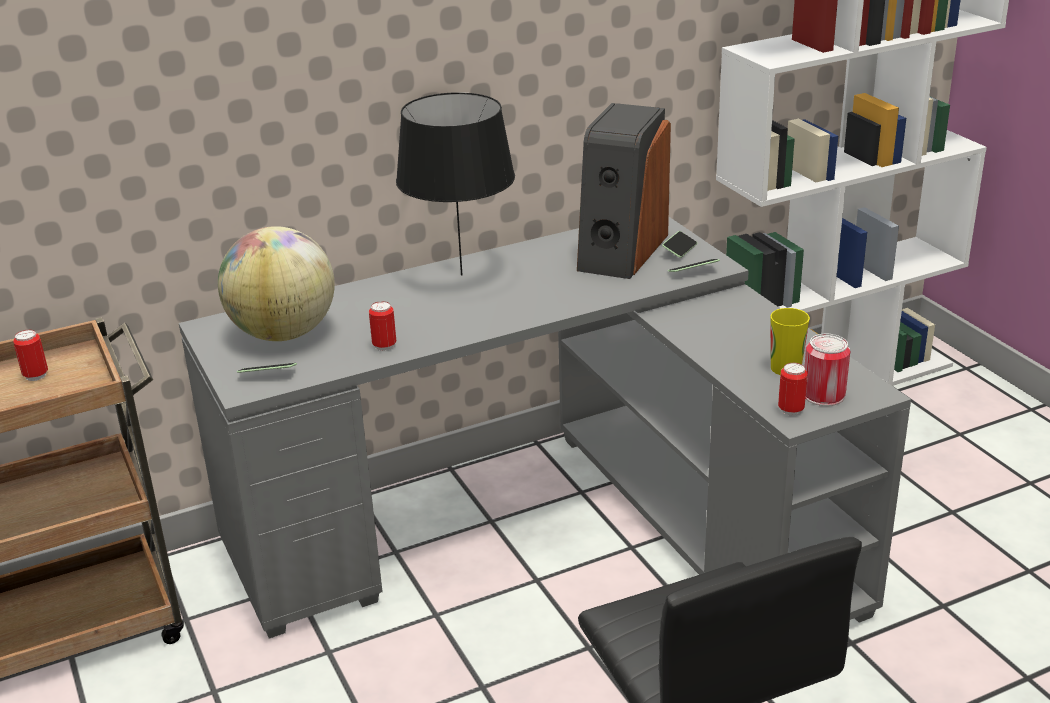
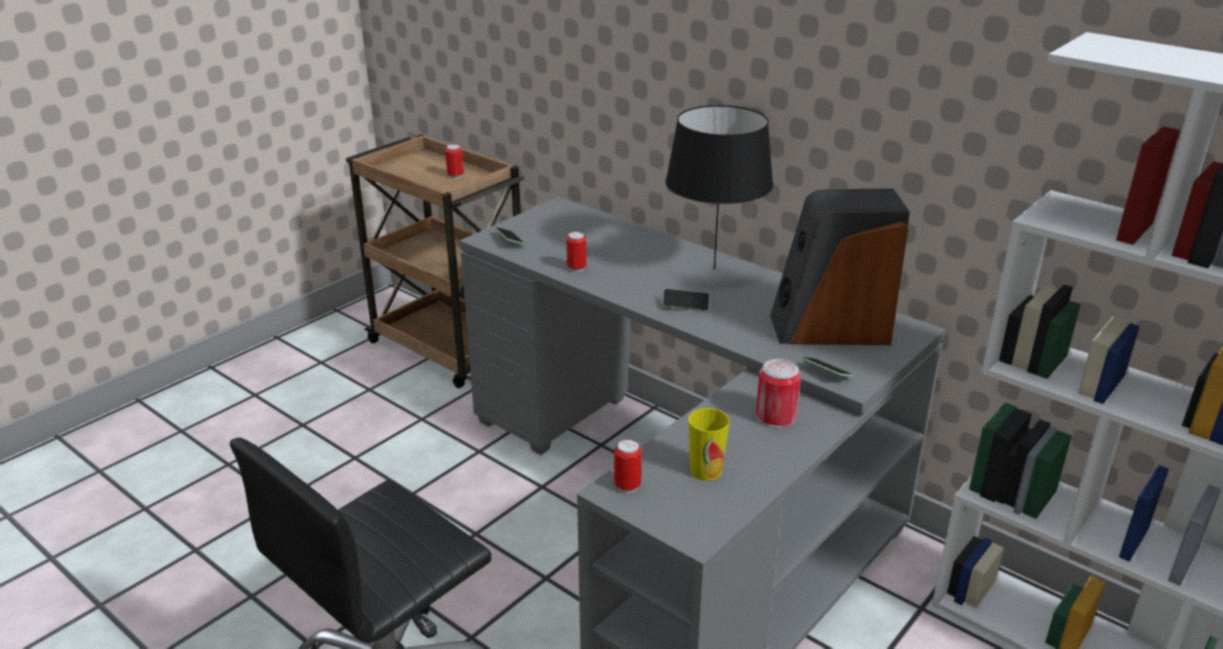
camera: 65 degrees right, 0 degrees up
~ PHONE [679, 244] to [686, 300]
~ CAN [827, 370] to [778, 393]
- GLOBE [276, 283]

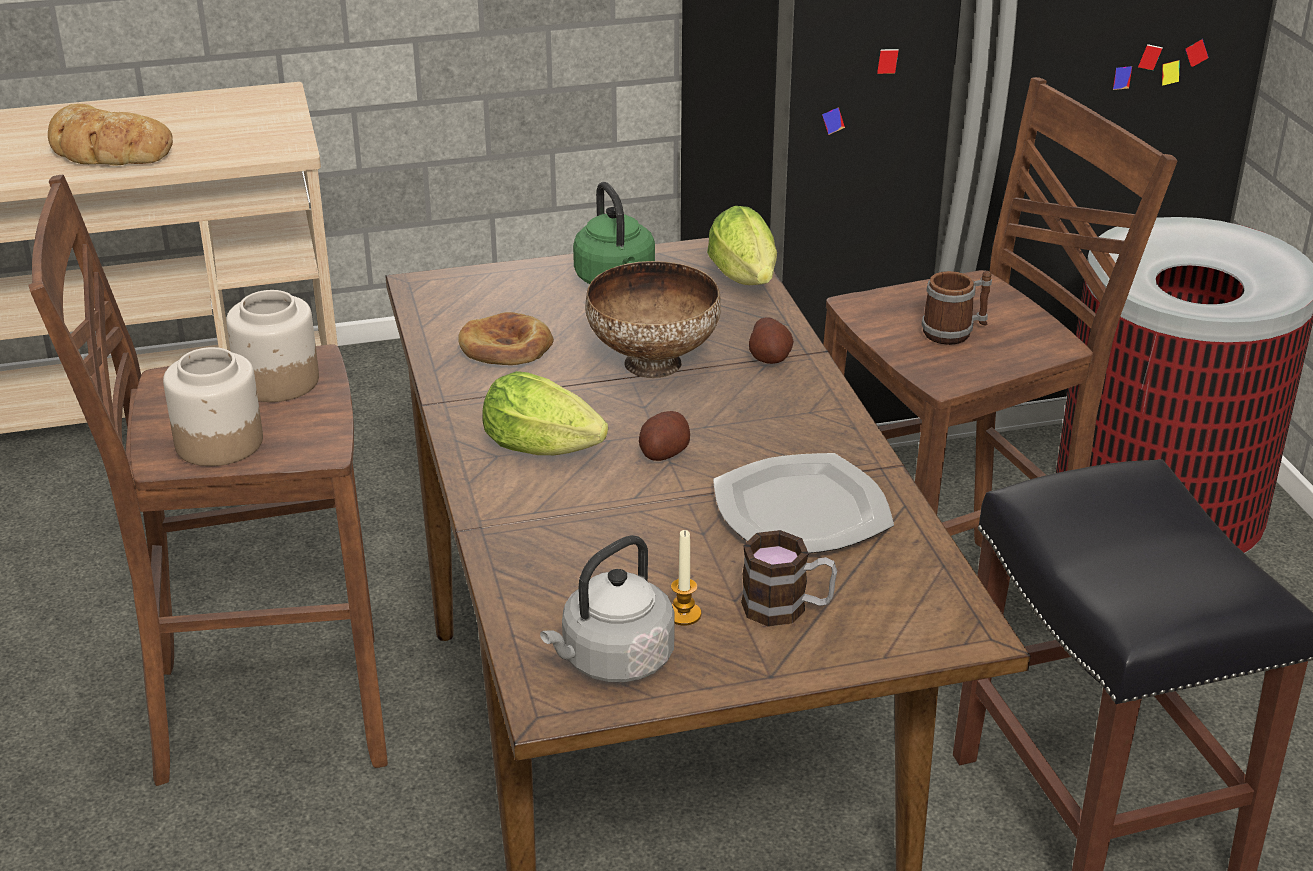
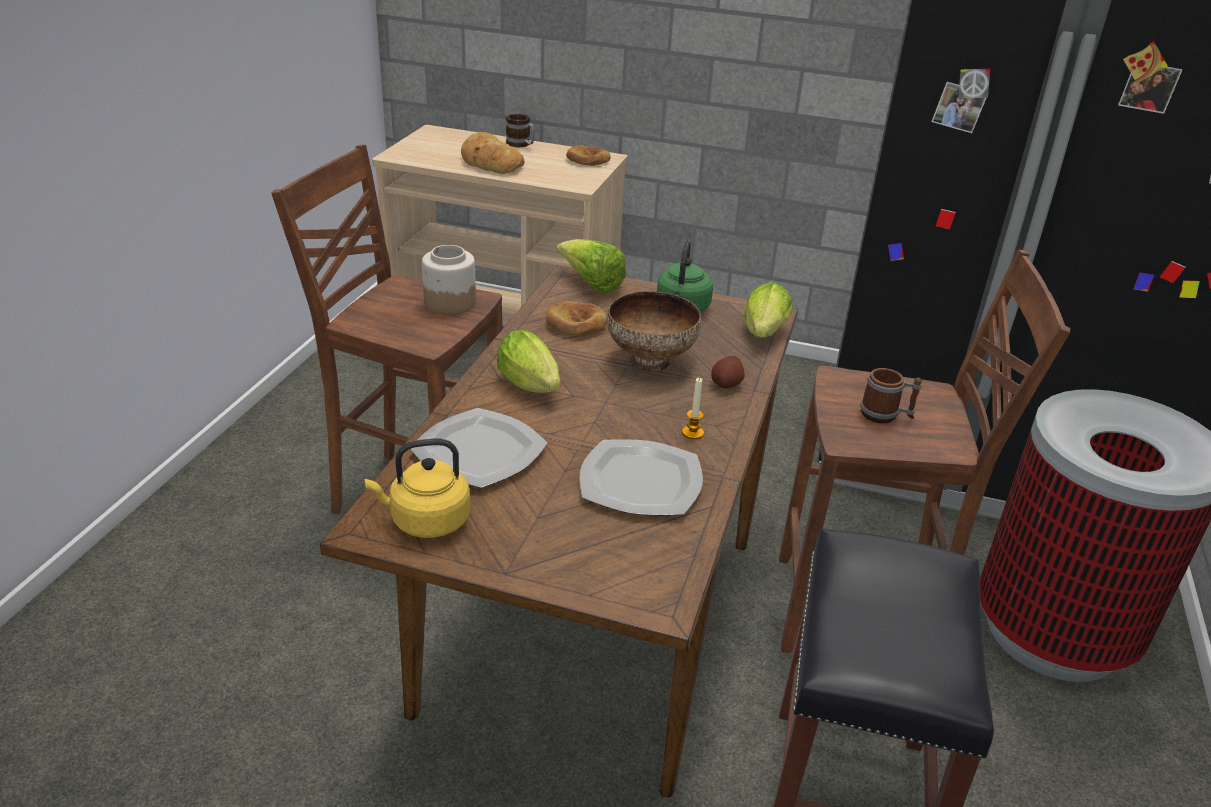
camera: 30 degrees right, 0 degrees up
~ GREY KETTLE [607, 608] to YELLOW KETTLE [417, 488]
+ PLATE [479, 448]
~ MUG [789, 578] to [520, 131]
+ LETTUCE [591, 266]
+ BREAD [588, 155]
~ CANDLE [686, 577] to [693, 408]
- JAR [213, 406]
- POTATO [664, 436]

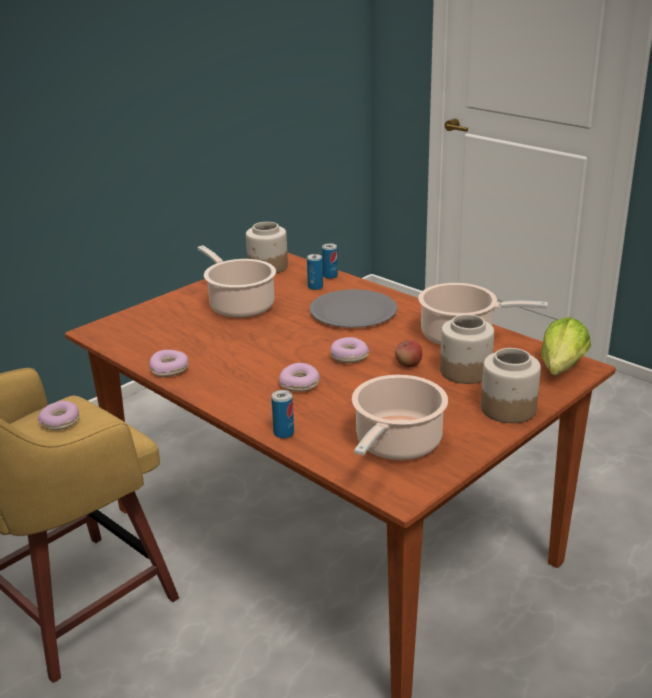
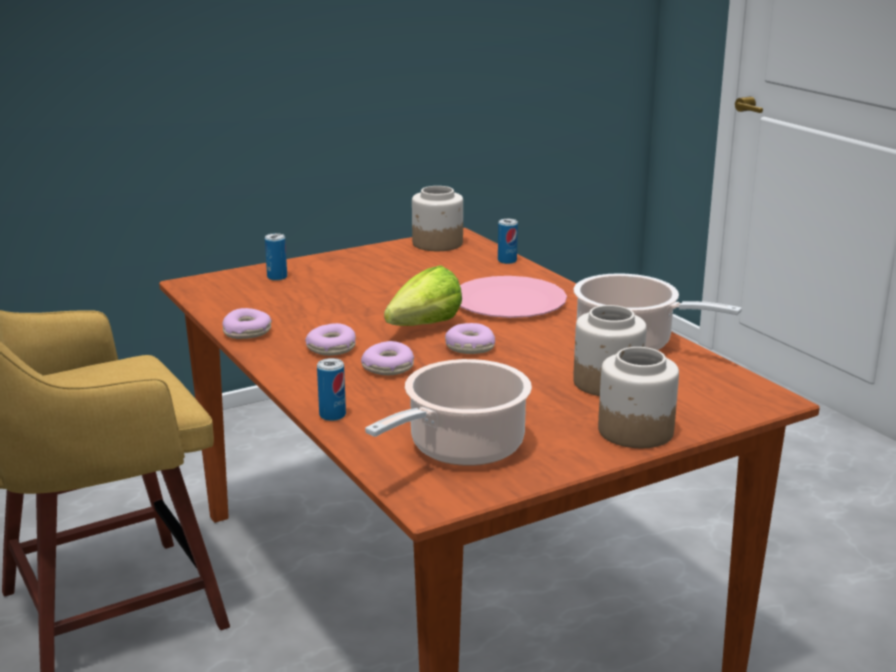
camera: 15 degrees right, 5 degrees down
~ CAN [315, 272] to [276, 257]
~ DONUT [58, 415] to [330, 339]
~ LETTUCE [566, 346] to [423, 295]
~ GREY PLATE [354, 308] to PINK PLATE [513, 297]
- COOKING POT [236, 282]
- APPLE [408, 353]

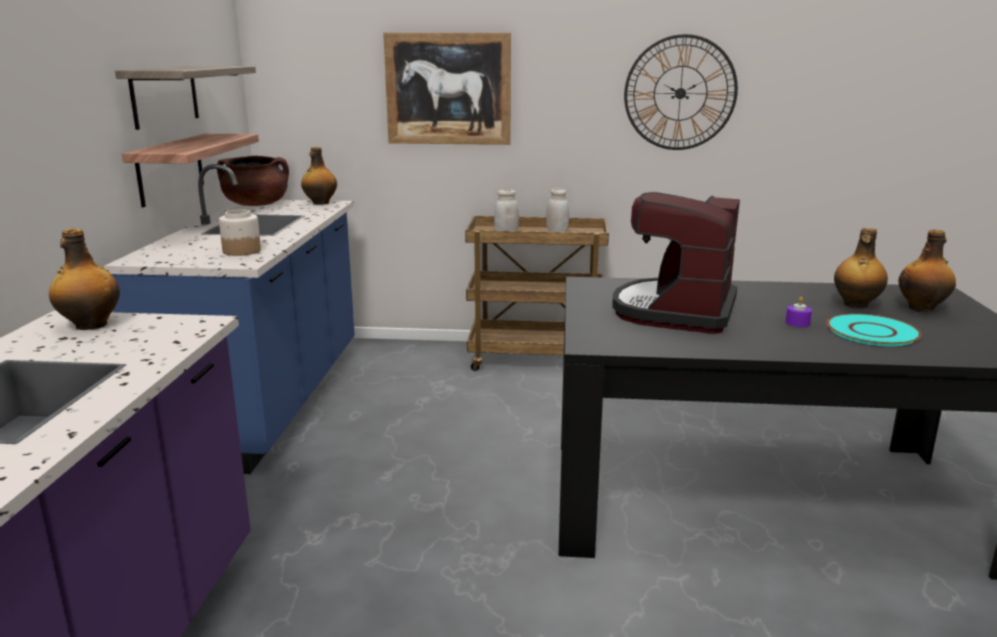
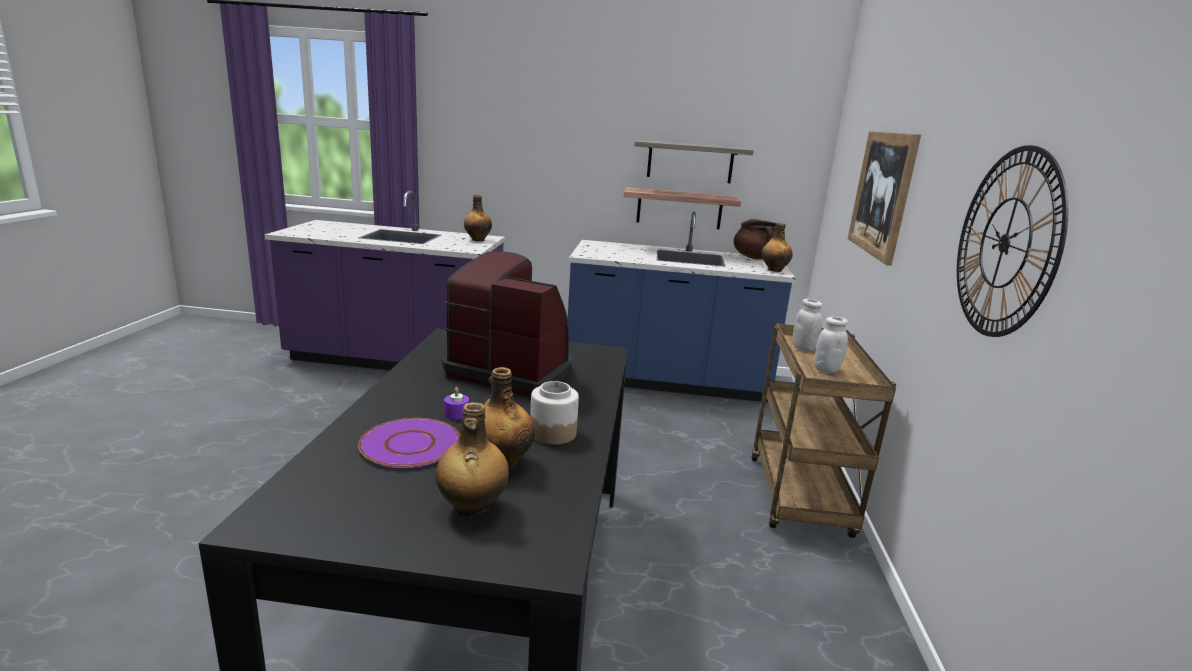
camera: 90 degrees right, 0 degrees up
~ TURQUOISE PLATE [873, 330] to PURPLE PLATE [409, 443]
~ JAR [240, 232] to [554, 413]

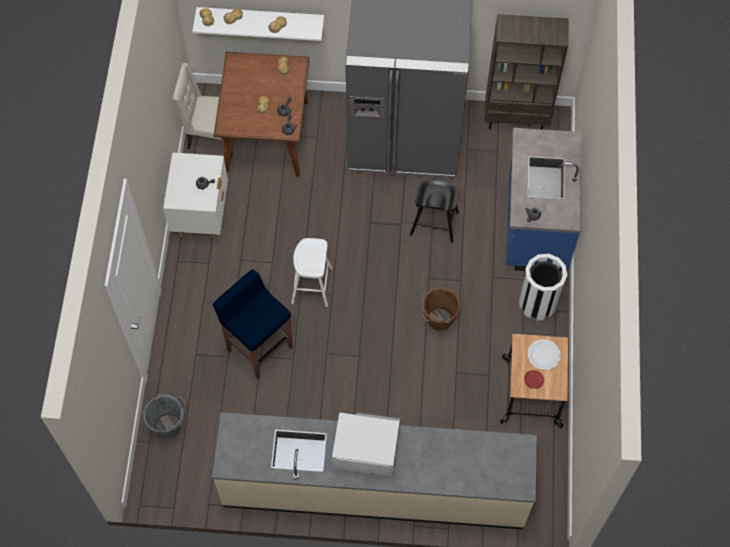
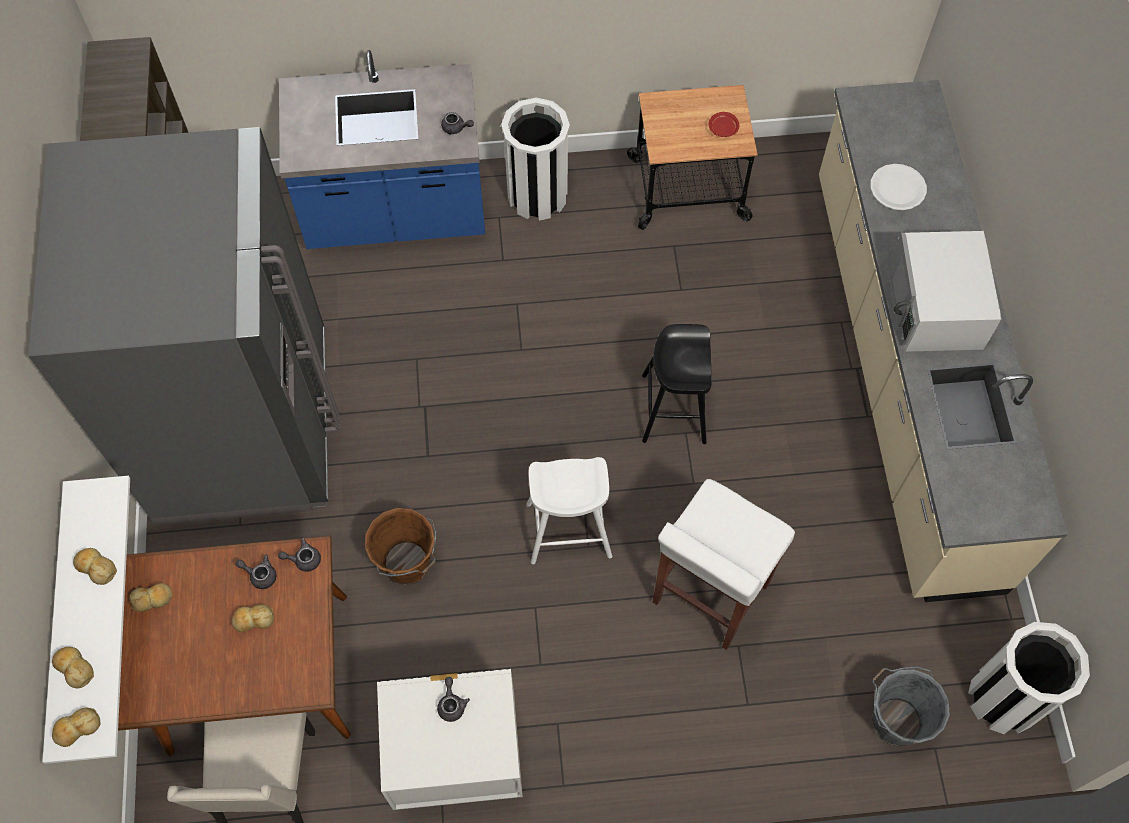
camera: 100 degrees left, 0 degrees up
~ BROWN BUCKET [441, 309] to [400, 546]
~ BLACK STOOL [434, 211] to [677, 384]
~ BLUE STOOL [253, 324] to WHITE STOOL [724, 564]
~ WHITE PLATE [544, 354] to [899, 187]
+ WHITE TRASH CAN [1029, 678]

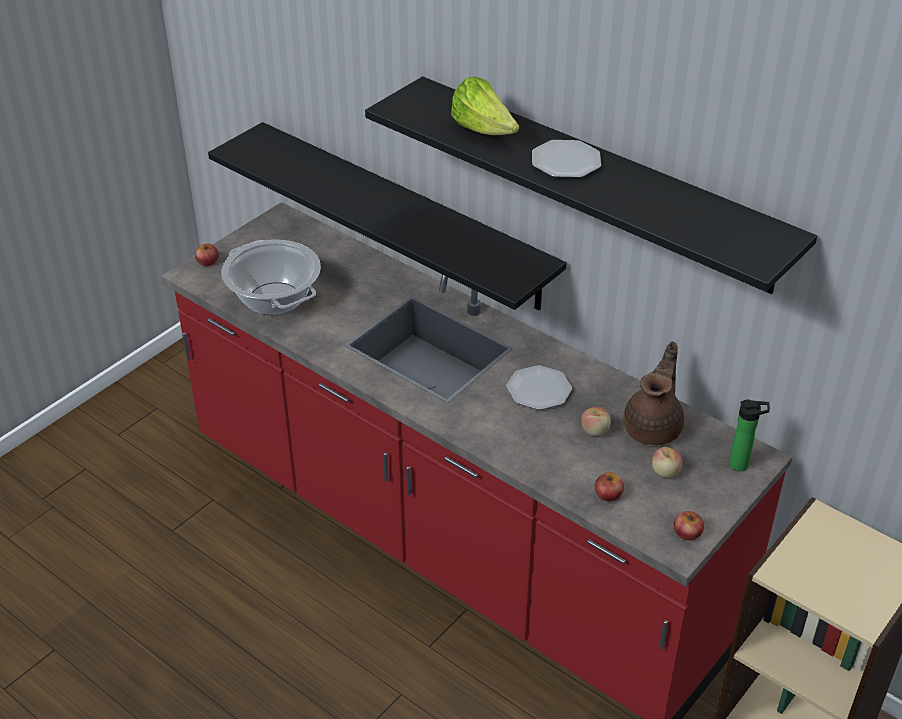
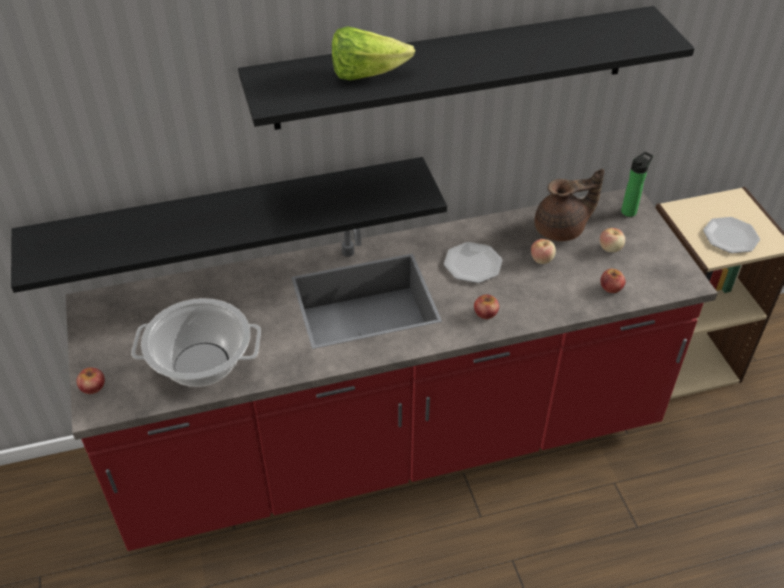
camera: 55 degrees left, 5 degrees up
~ APPLE [689, 526] to [486, 306]
~ BROWN TEAPOT [654, 393] = [569, 205] 105 degrees clockwise
~ PLATE [566, 159] to [731, 235]

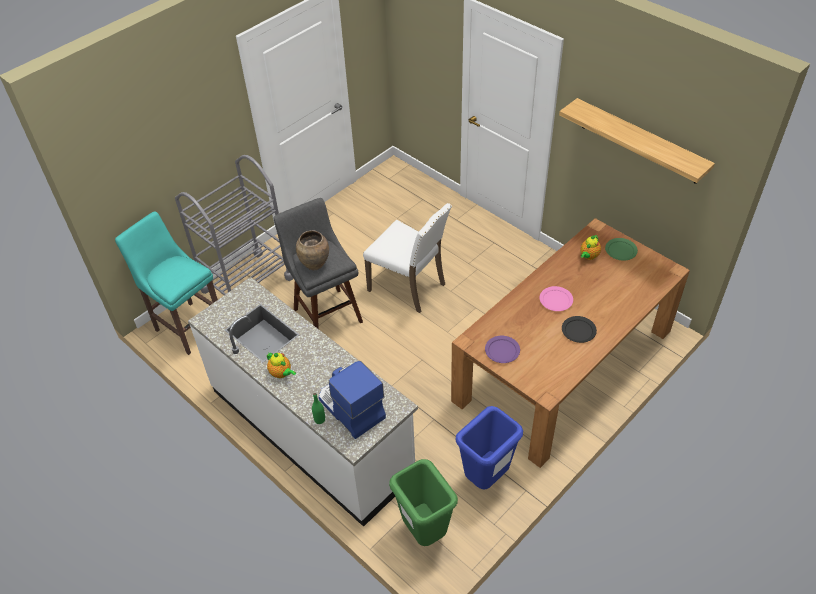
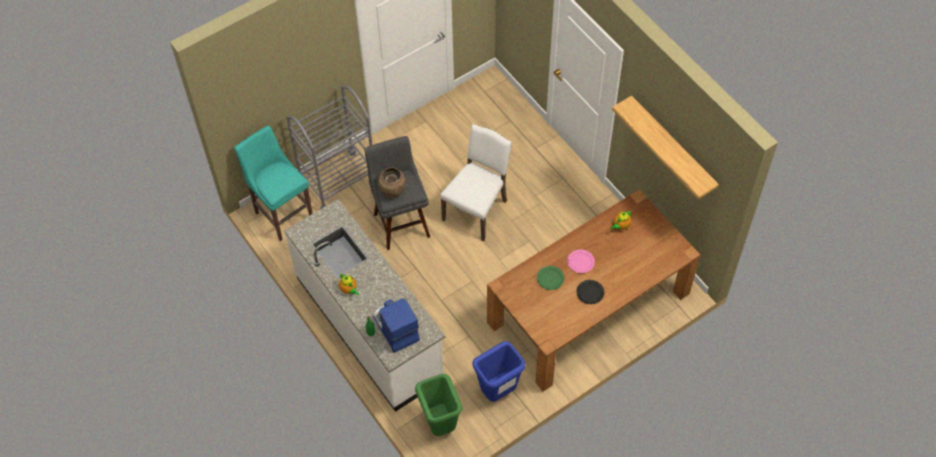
camera: 10 degrees right, 10 degrees up
~ WHITE CHAIR [407, 258] = [476, 182] 105 degrees counterclockwise
~ GREEN PLATE [621, 249] to [551, 278]
- PURPLE PLATE [502, 349]

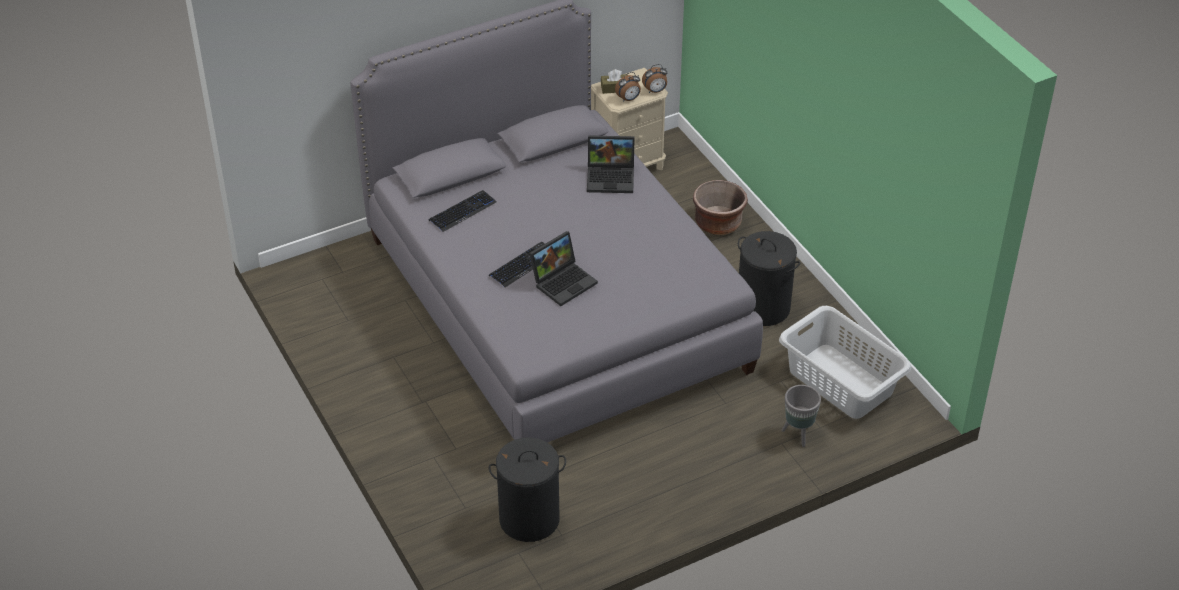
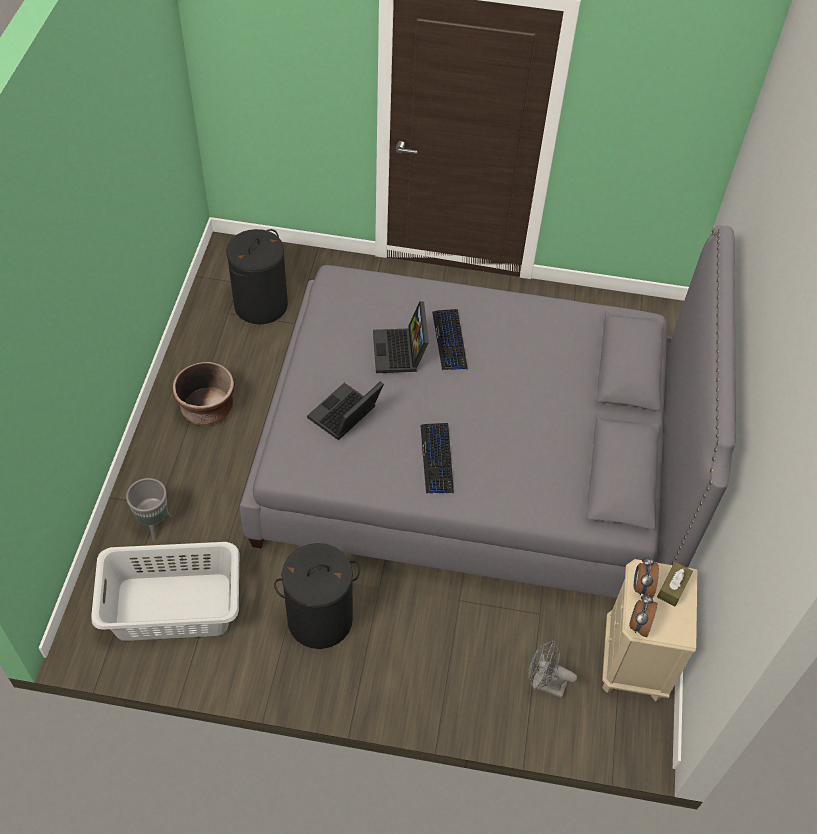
camera: 125 degrees right, 10 degrees up
~ BROWN PLANTER [720, 207] to [203, 394]
~ LAPTOP [611, 164] to [345, 410]
~ KEYBOARD [462, 211] to [437, 458]
+ GREY FAN [552, 669]

